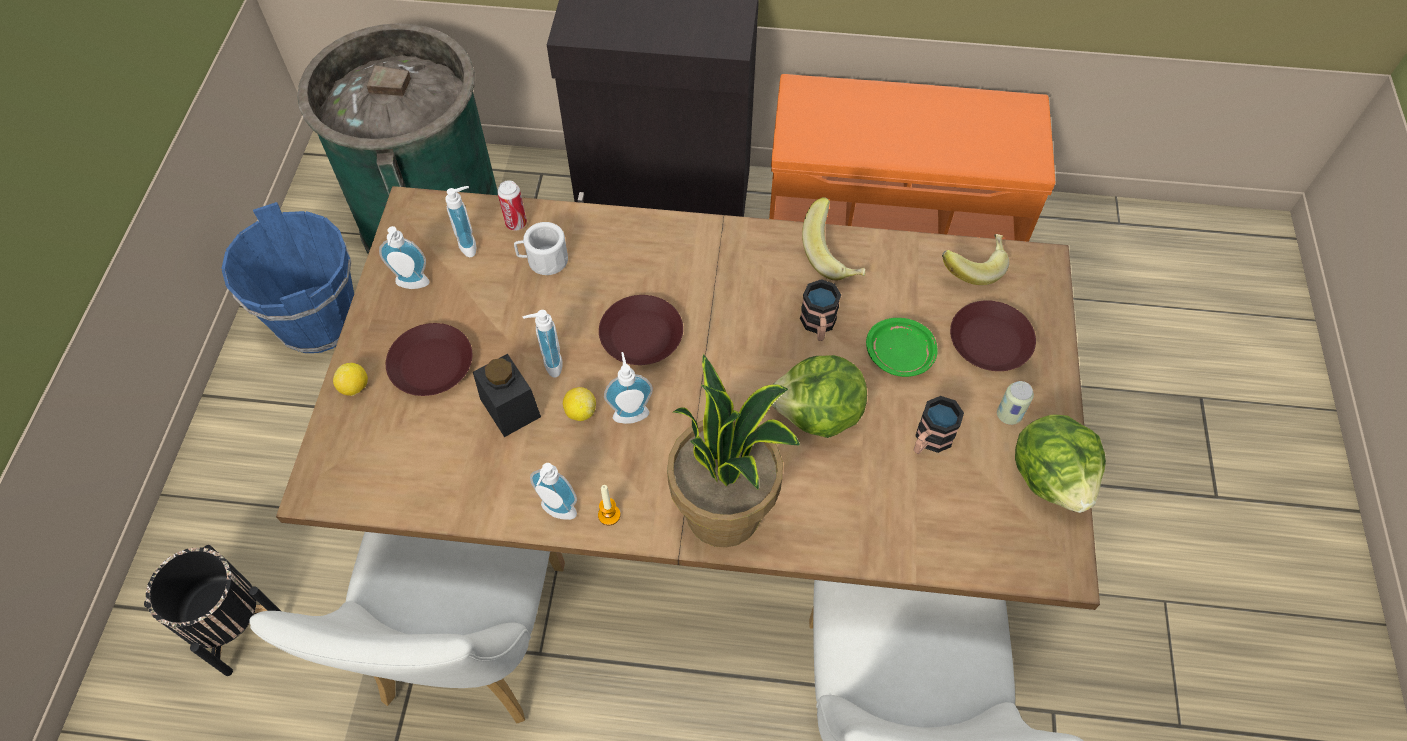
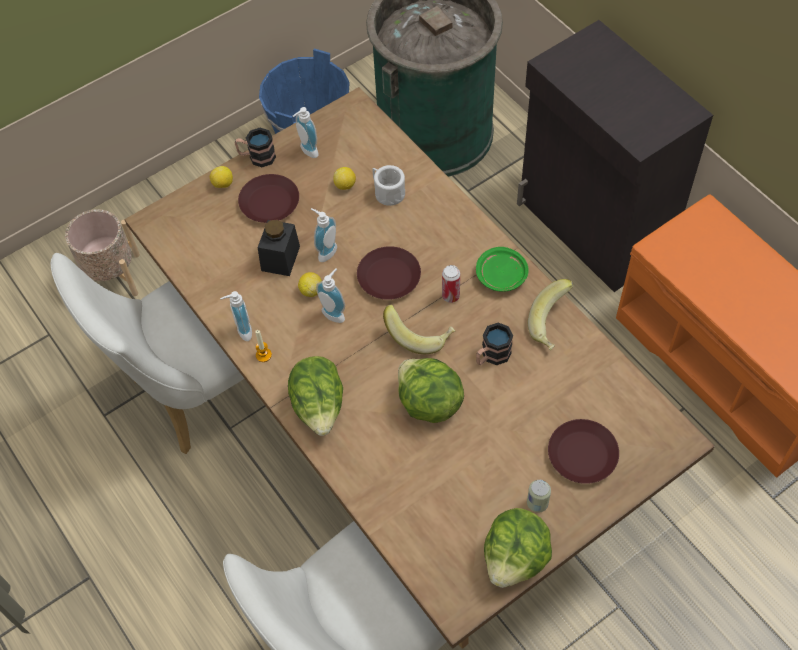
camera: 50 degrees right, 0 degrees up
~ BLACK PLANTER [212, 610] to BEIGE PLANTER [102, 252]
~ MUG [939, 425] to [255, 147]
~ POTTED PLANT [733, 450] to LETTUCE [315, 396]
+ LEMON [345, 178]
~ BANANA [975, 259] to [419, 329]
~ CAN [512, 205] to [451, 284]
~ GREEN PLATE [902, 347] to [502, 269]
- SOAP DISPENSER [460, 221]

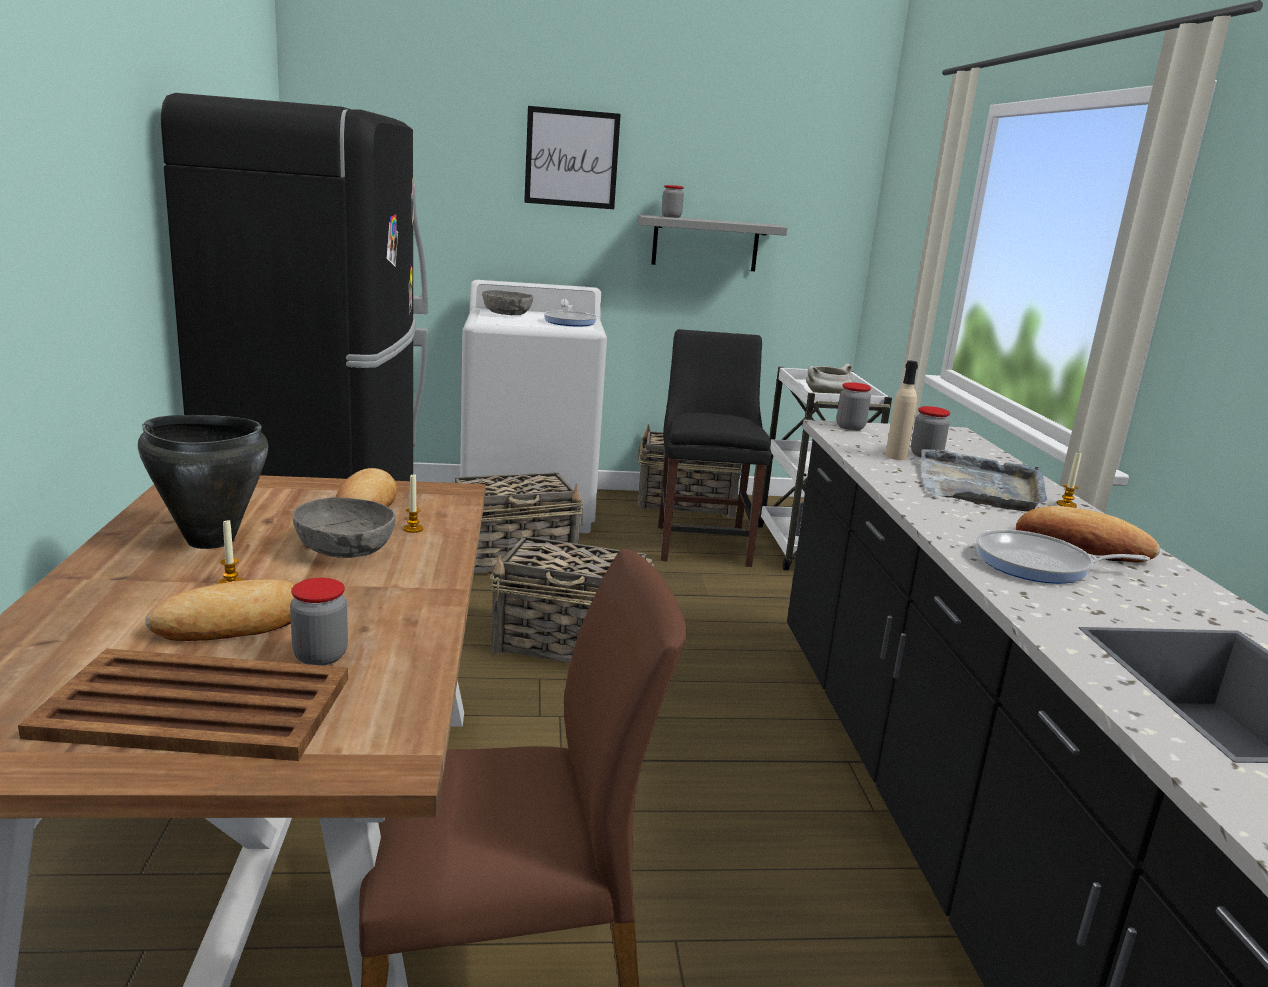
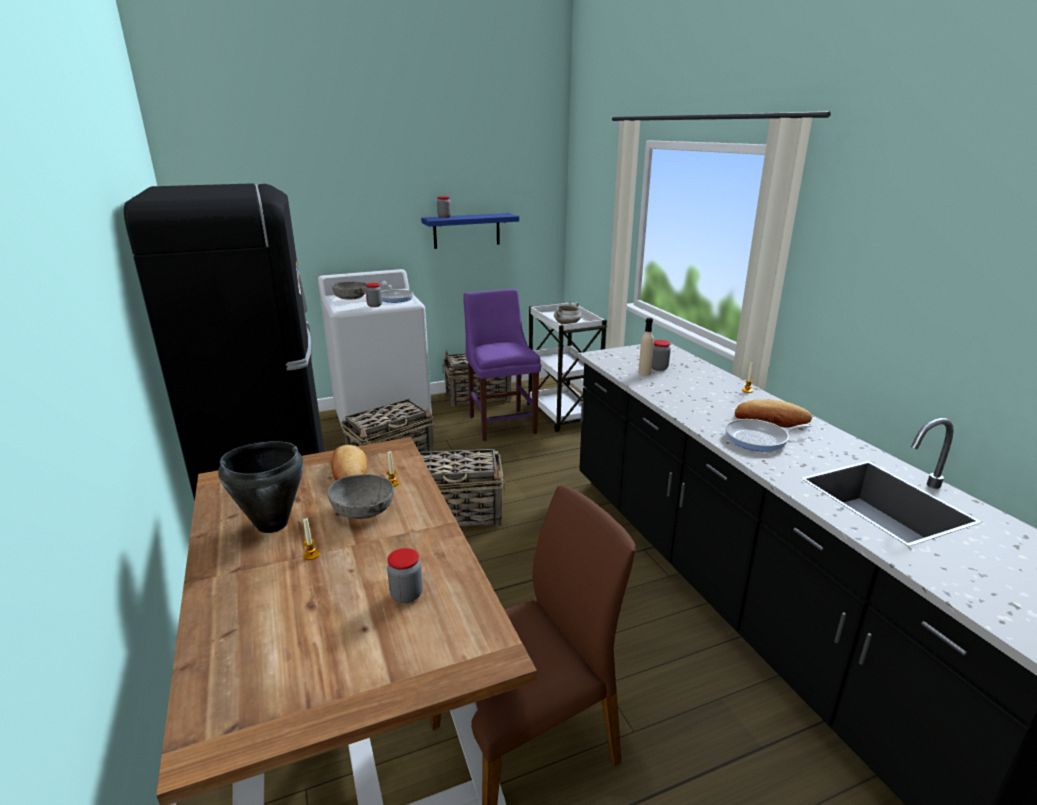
camera: 15 degrees left, 5 degrees up
~ JAR [853, 406] to [373, 295]
~ GREY SHELF [712, 242] to BLUE SHELF [470, 231]
~ BLACK CHAIR [714, 448] to PURPLE CHAIR [502, 365]
- BROWN TRAY [183, 705]
- BREAD [221, 610]
- PICTURE [572, 157]
- GREY TRAY [984, 480]

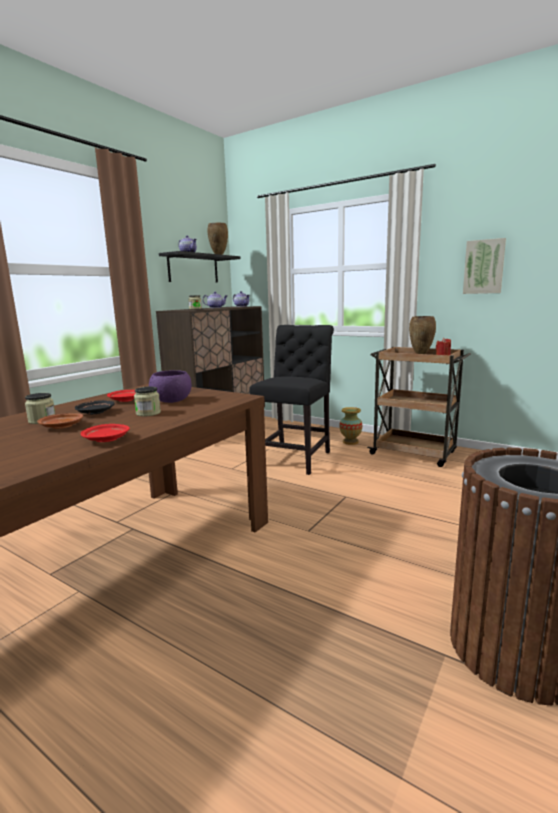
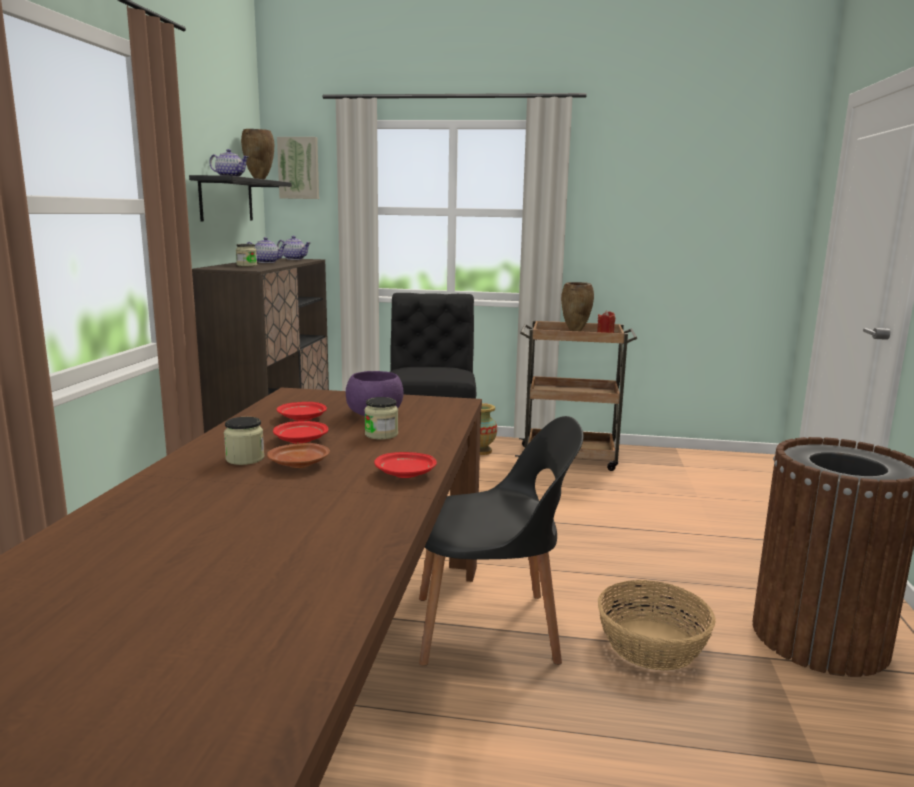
camera: 25 degrees left, 0 degrees up
~ BLACK PLATE [94, 407] to RED PLATE [300, 432]
~ PICTURE [484, 266] to [298, 168]
+ BLACK CHAIR [501, 541]
+ BASKET [657, 625]

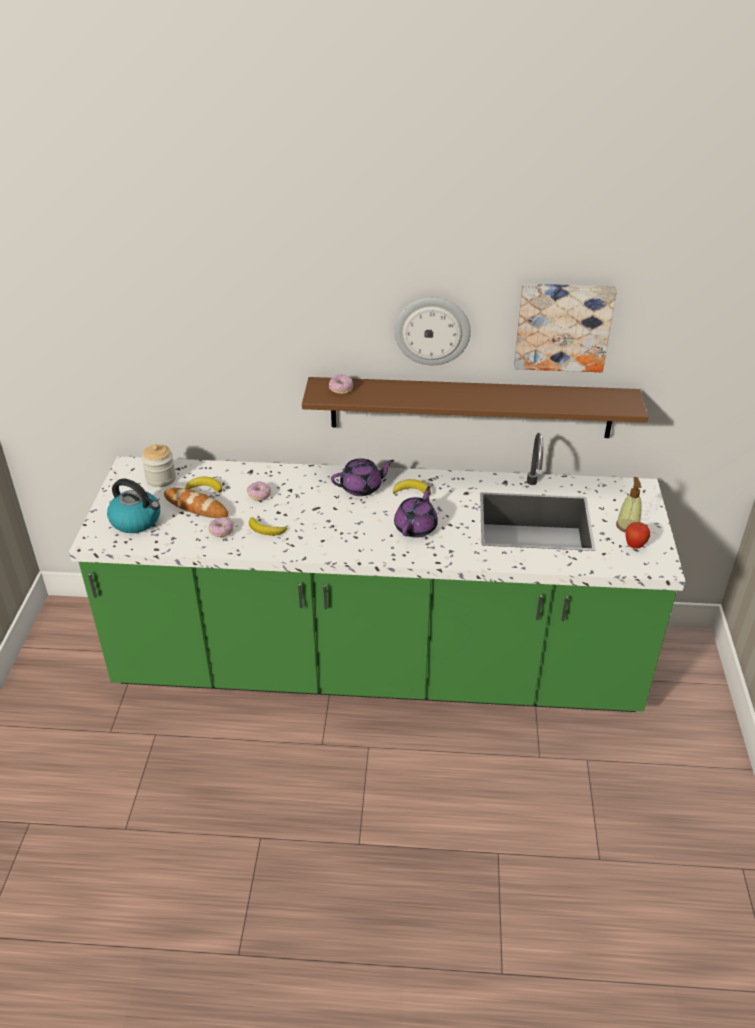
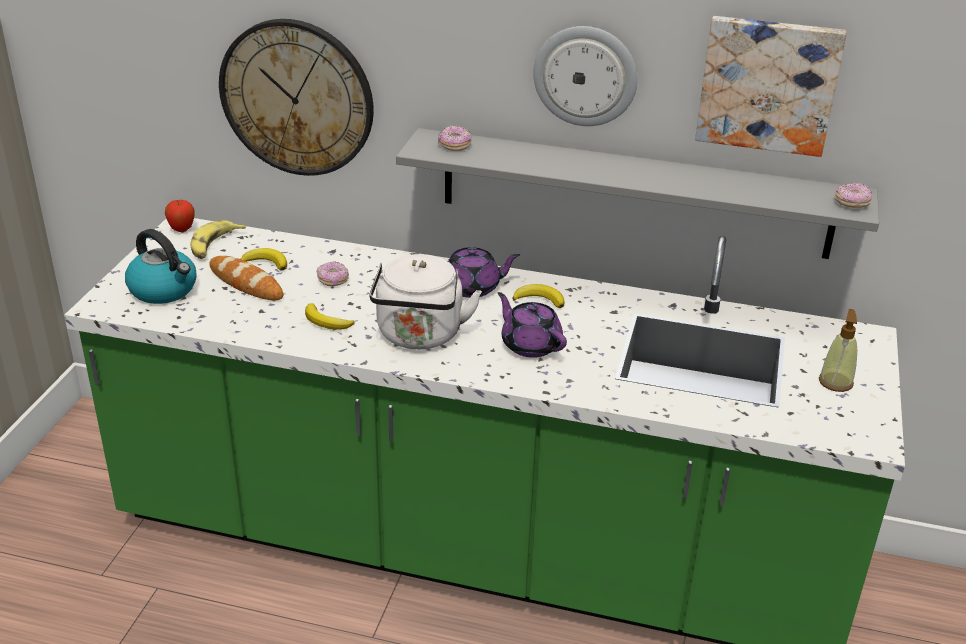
camera: 10 degrees right, 5 degrees down
~ APPLE [638, 535] to [180, 216]
~ JAR [159, 465] to BANANA [218, 239]
+ WALL CLOCK [296, 97]
+ WHITE KETTLE [425, 301]
~ BROWN SHELF [475, 407] to GREY SHELF [637, 193]
~ PURPLE TEAPOT [416, 512] = [532, 325] 75 degrees counterclockwise
~ DONUT [221, 527] to [853, 195]

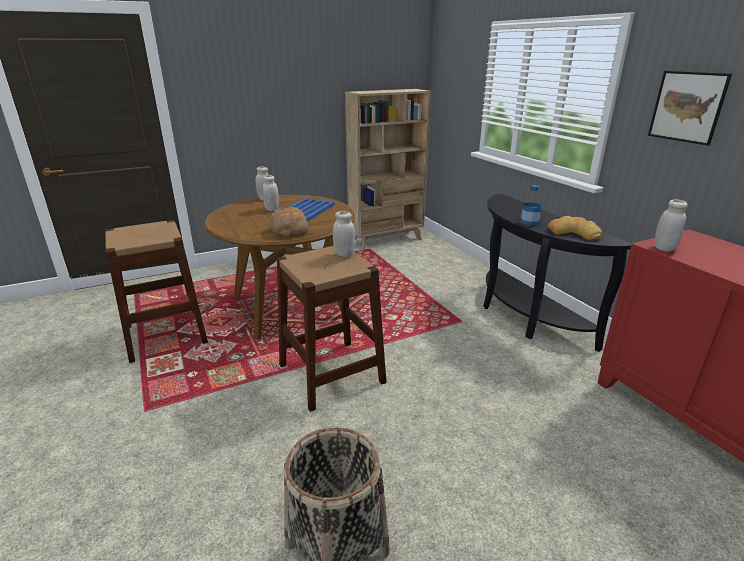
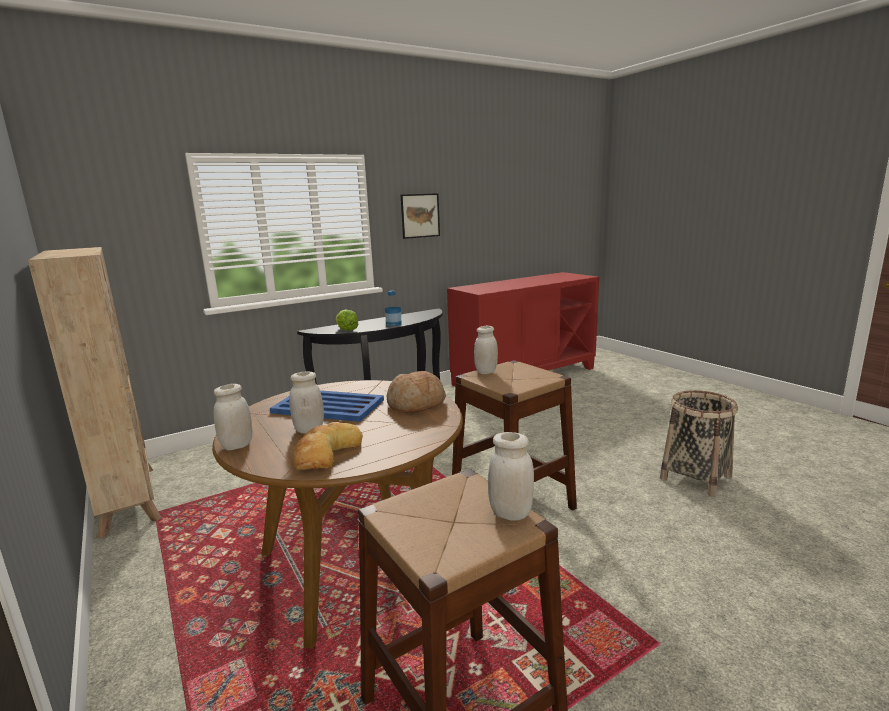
camera: 95 degrees left, 10 degrees down
~ BREAD [575, 228] to [328, 446]
+ LETTUCE [347, 320]
~ WHITE JAR [671, 226] to [511, 476]

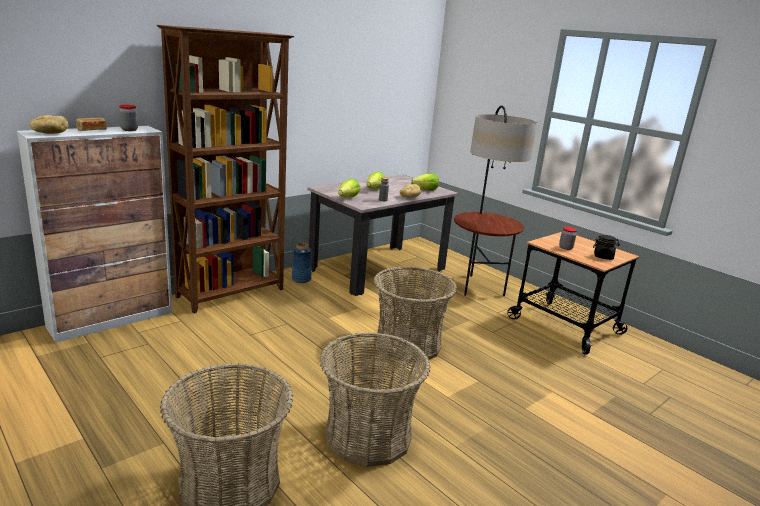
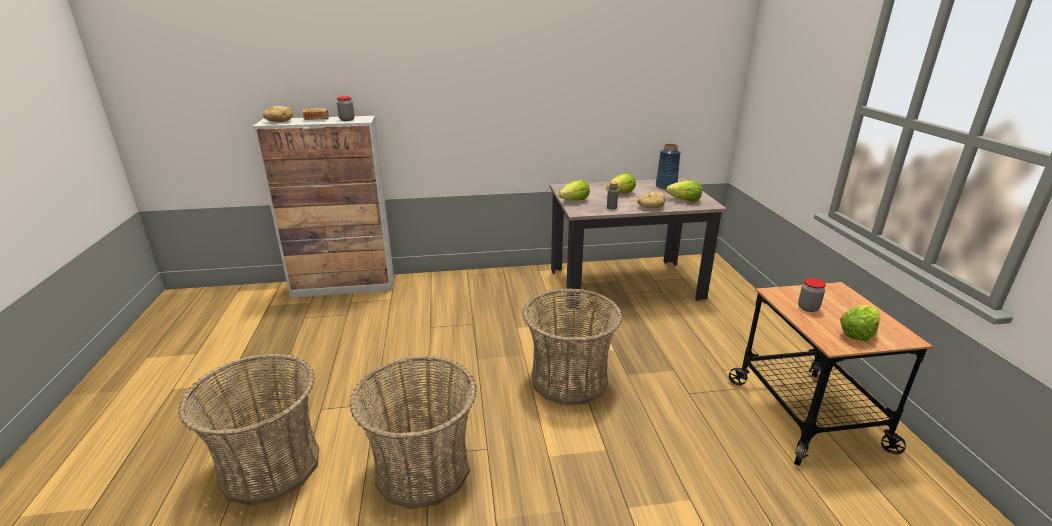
camera: 35 degrees right, 5 degrees up
~ BLUE VASE [301, 262] to [668, 166]
~ BLACK JAR [606, 247] to LETTUCE [860, 323]
- BROWN BOOKCASE [225, 169]
- FLOOR LAMP [496, 201]

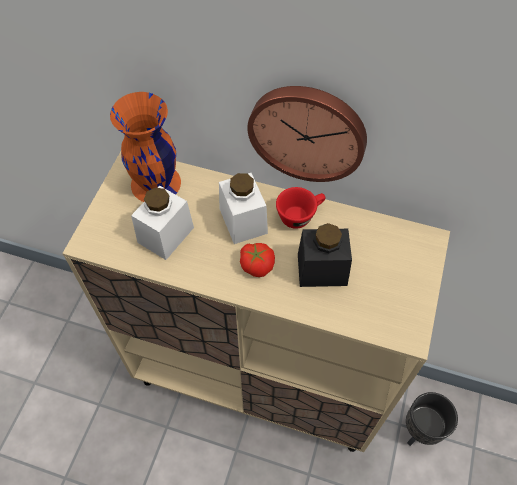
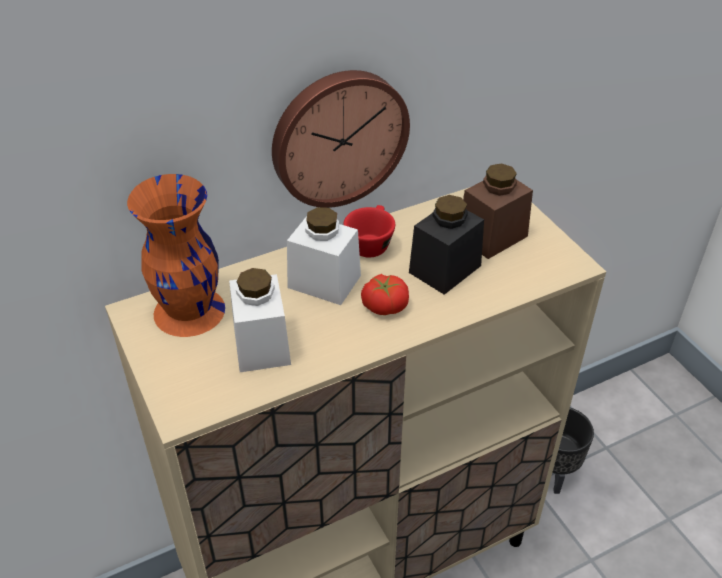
camera: 45 degrees left, 15 degrees down
+ BROWN JAR [498, 211]

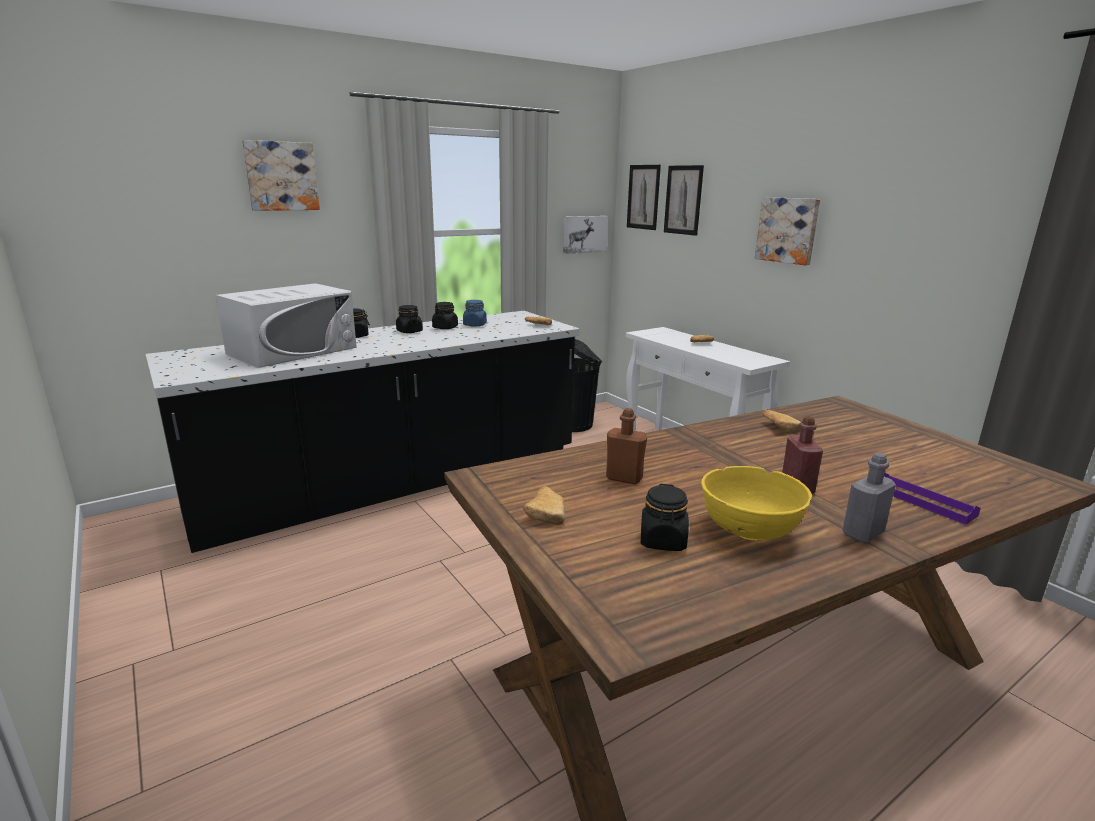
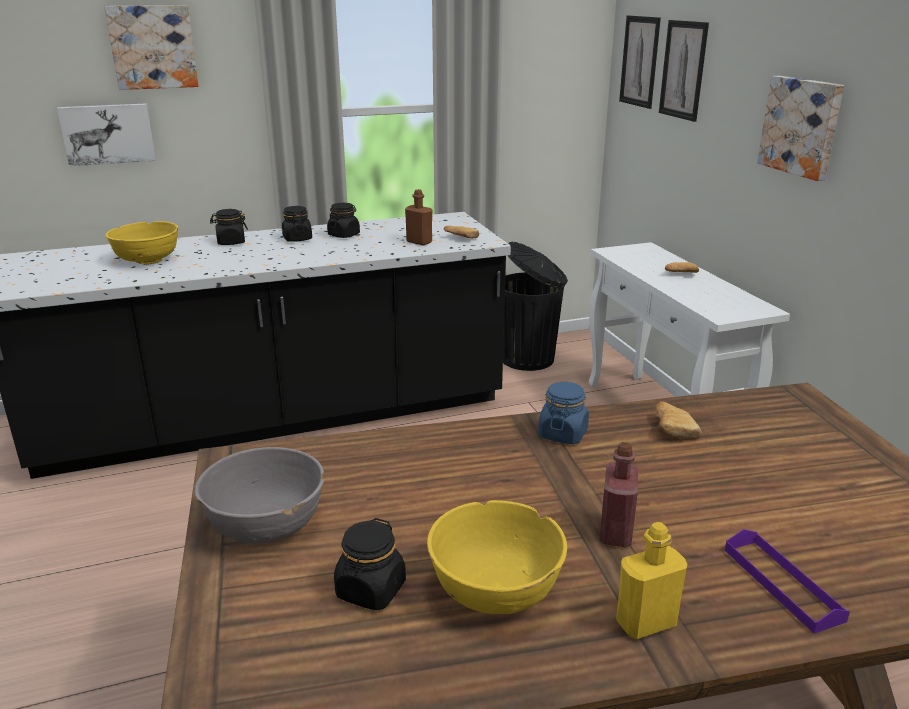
camera: 15 degrees right, 5 degrees up
~ PICTURE [585, 235] to [106, 134]
~ WHITE MICROWAVE [286, 325] to YELLOW BOWL [142, 243]
~ BREAD [544, 505] to GREY BOWL [259, 495]
~ BROWN BOTTLE [626, 446] to [418, 217]
~ BLUE JAR [475, 313] to [563, 413]
~ GREY BOTTLE [869, 498] to YELLOW BOTTLE [651, 580]

